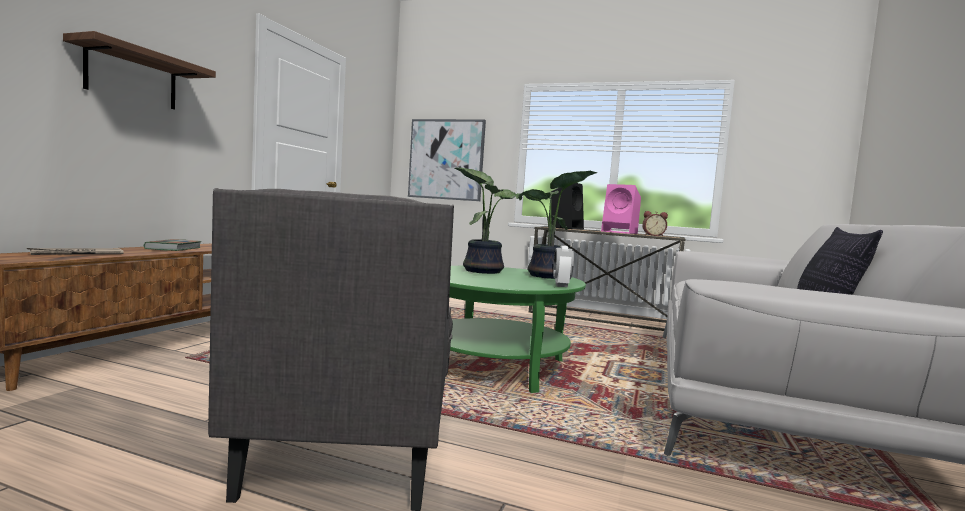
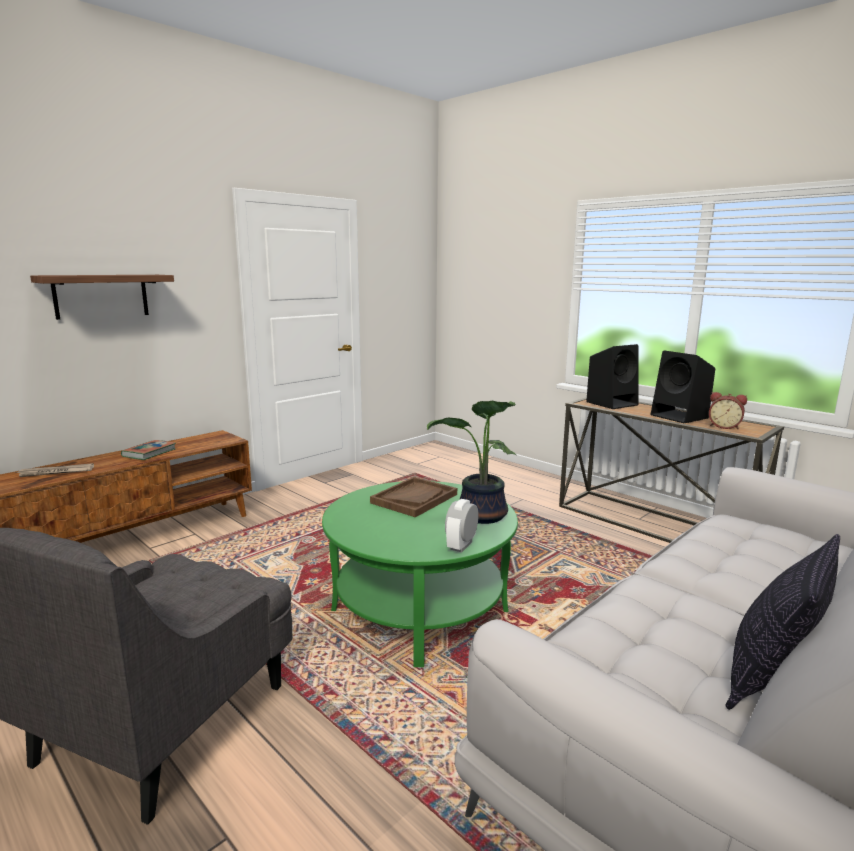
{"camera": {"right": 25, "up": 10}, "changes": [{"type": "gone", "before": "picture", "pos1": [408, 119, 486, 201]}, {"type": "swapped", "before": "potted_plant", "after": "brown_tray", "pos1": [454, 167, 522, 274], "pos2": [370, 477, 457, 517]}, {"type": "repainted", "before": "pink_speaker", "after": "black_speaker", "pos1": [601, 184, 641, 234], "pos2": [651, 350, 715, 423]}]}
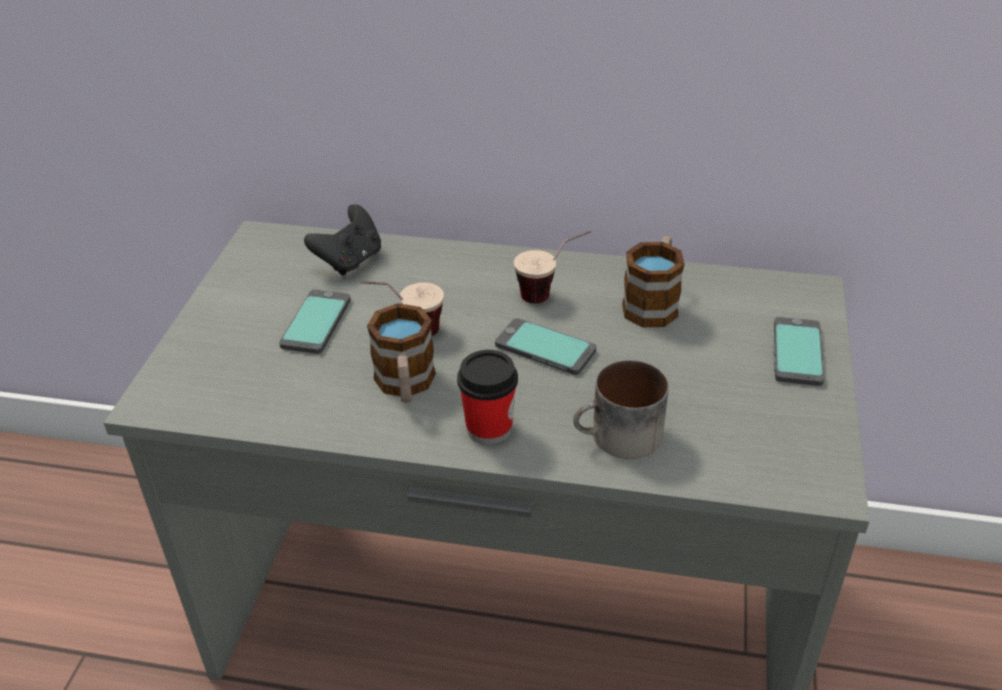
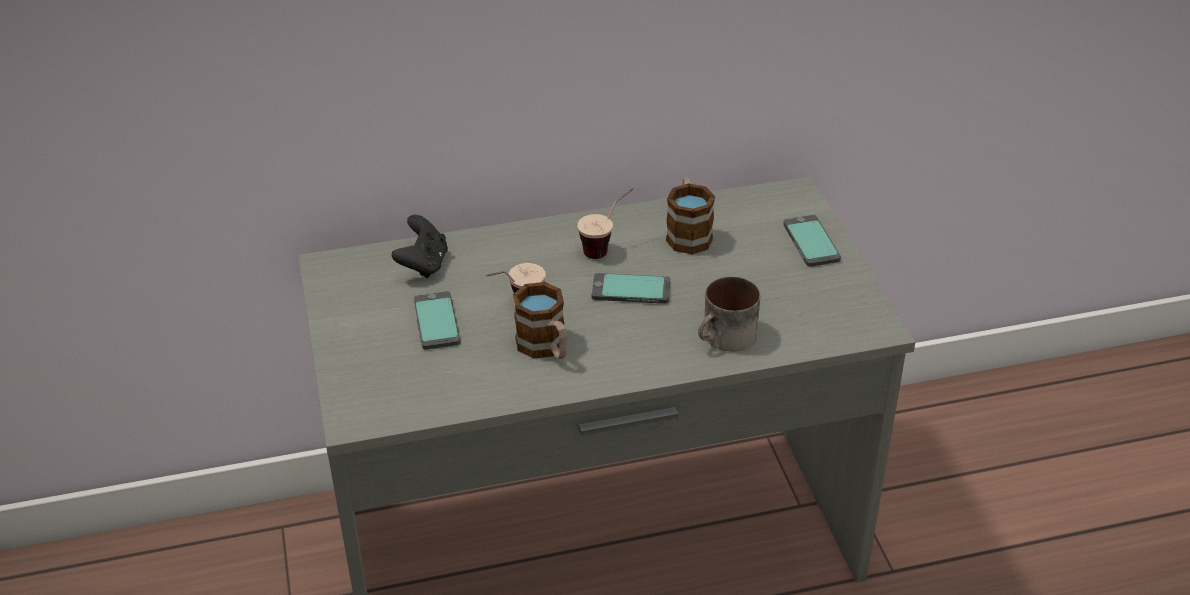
{"camera": {"right": -25, "up": 0}, "changes": [{"type": "gone", "before": "cup", "pos1": [457, 350, 518, 445]}]}
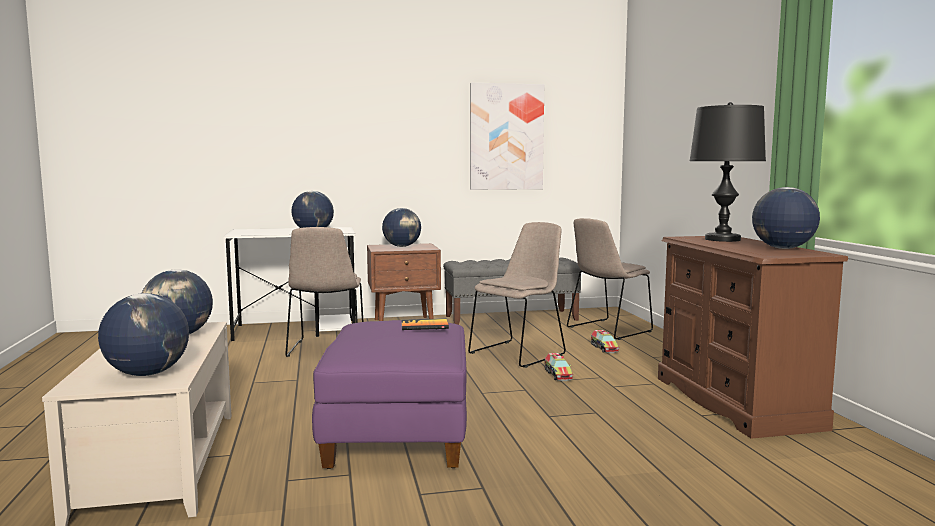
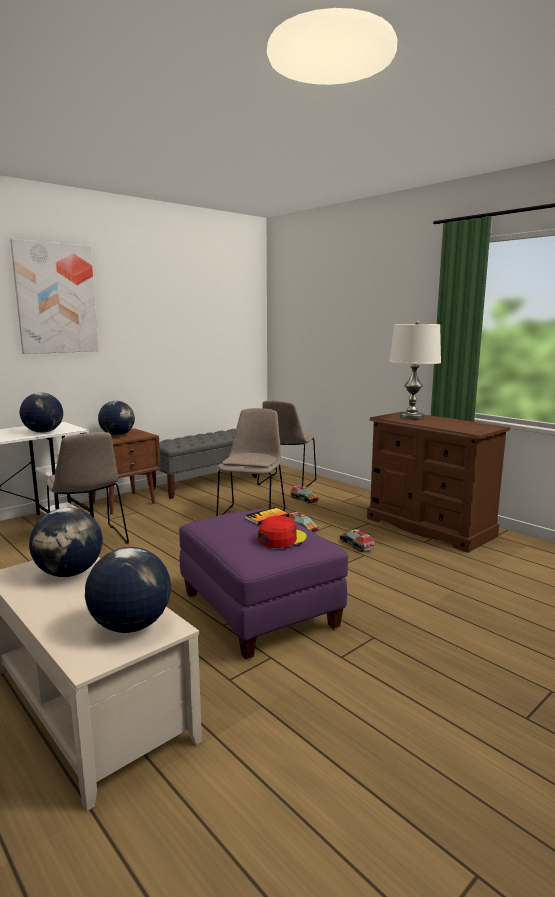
{"camera": {"right": -30, "up": 5}, "changes": [{"type": "shifted", "before": "picture", "pos1": [470, 83, 544, 190], "pos2": [10, 239, 99, 354]}, {"type": "repainted", "before": "black_table_lamp", "after": "white_table_lamp", "pos1": [690, 102, 766, 242], "pos2": [389, 321, 441, 419]}, {"type": "gone", "before": "globe", "pos1": [752, 187, 820, 249]}, {"type": "new", "after": "red_cap", "pos2": [257, 516, 307, 548]}, {"type": "new", "after": "toy_truck", "pos2": [340, 529, 374, 552]}]}
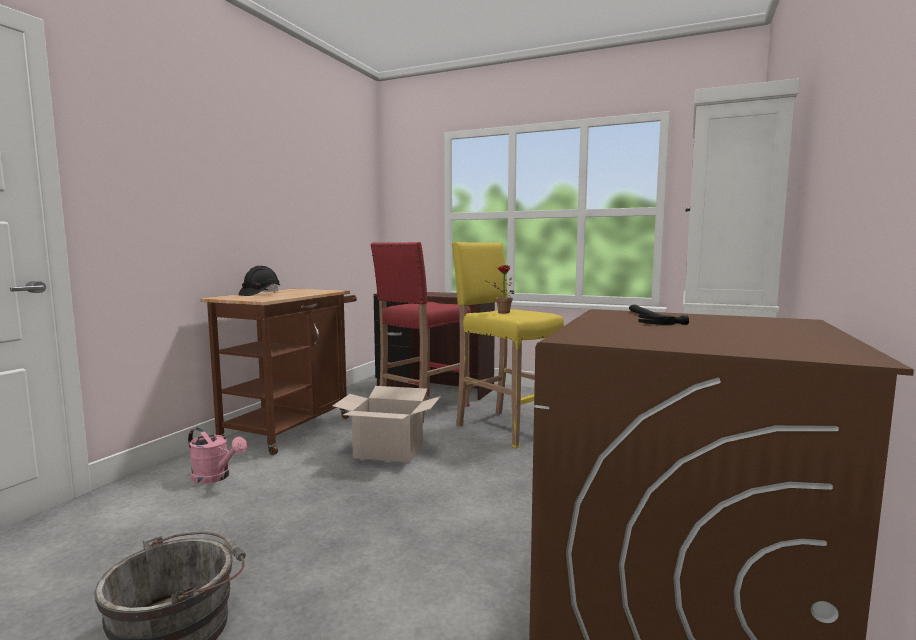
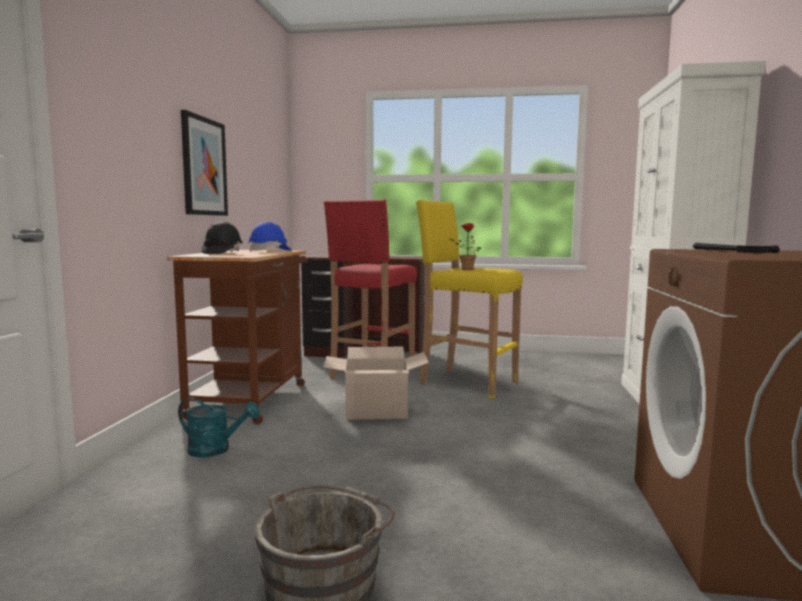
{"camera": {"right": -15, "up": 0}, "changes": [{"type": "repainted", "before": "pink_watering_can", "after": "turquoise_watering_can", "pos1": [188, 428, 247, 484], "pos2": [178, 397, 260, 458]}, {"type": "new", "after": "picture", "pos2": [181, 110, 228, 216]}, {"type": "new", "after": "blue_hard_hat", "pos2": [248, 222, 291, 251]}]}
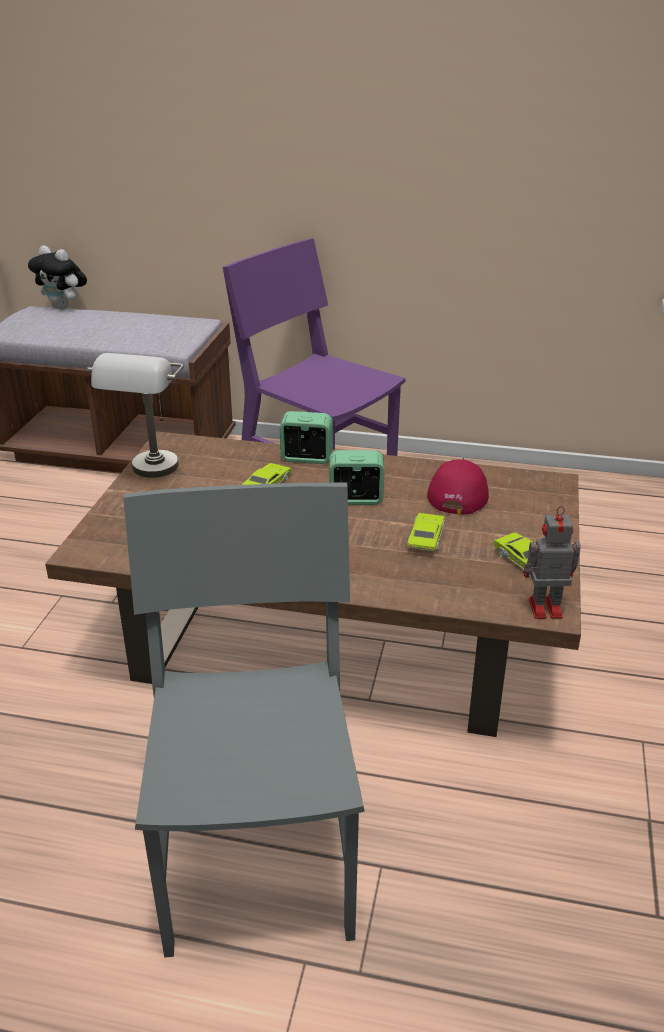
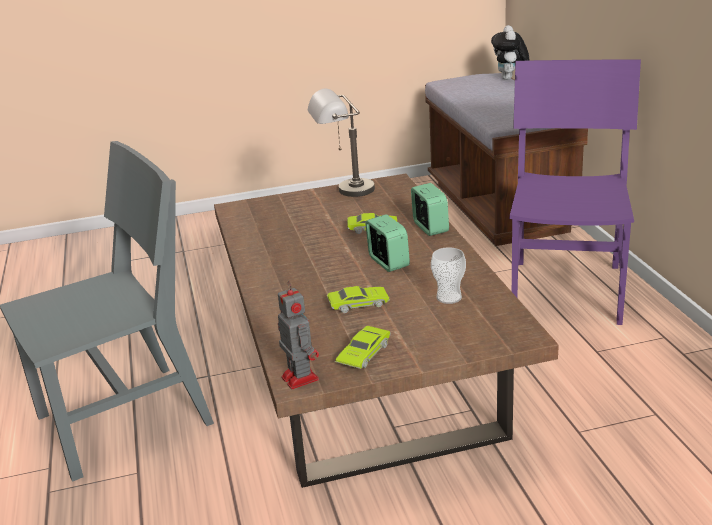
{"camera": {"right": 65, "up": -5}, "changes": [{"type": "swapped", "before": "red_cap", "after": "cup", "pos1": [427, 459, 489, 515], "pos2": [431, 247, 466, 304]}]}
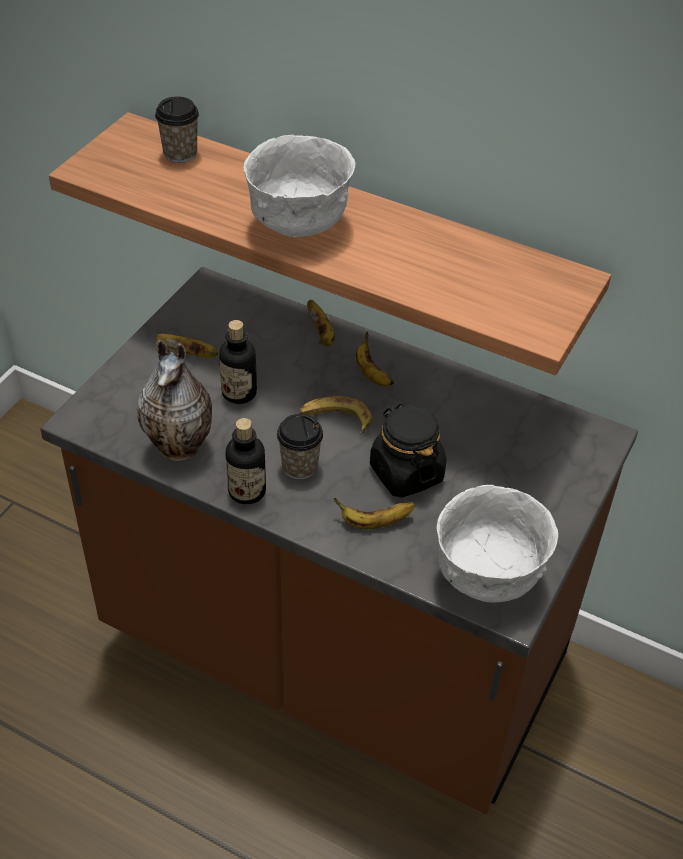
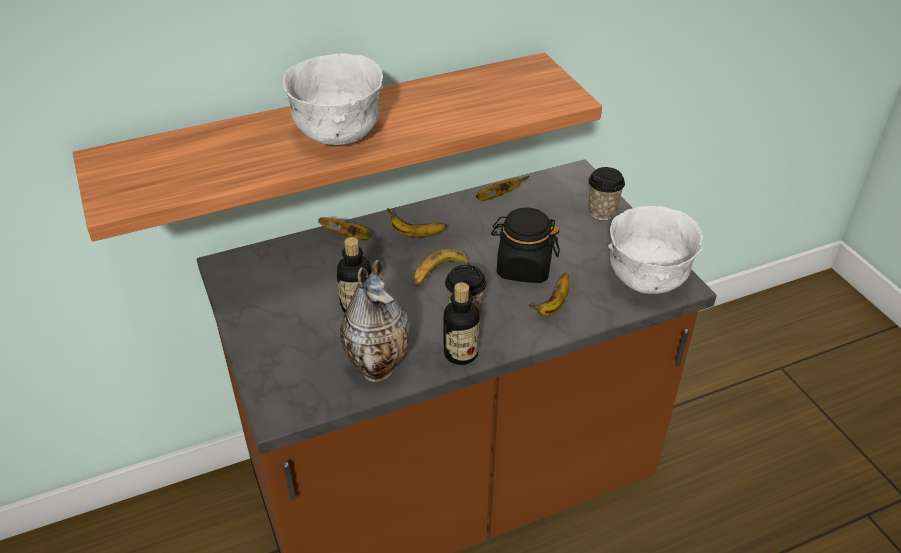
{"camera": {"right": -50, "up": -5}, "changes": [{"type": "shifted", "before": "cup", "pos1": [155, 96, 199, 163], "pos2": [588, 167, 625, 220]}, {"type": "shifted", "before": "banana", "pos1": [155, 334, 218, 358], "pos2": [476, 176, 529, 201]}]}
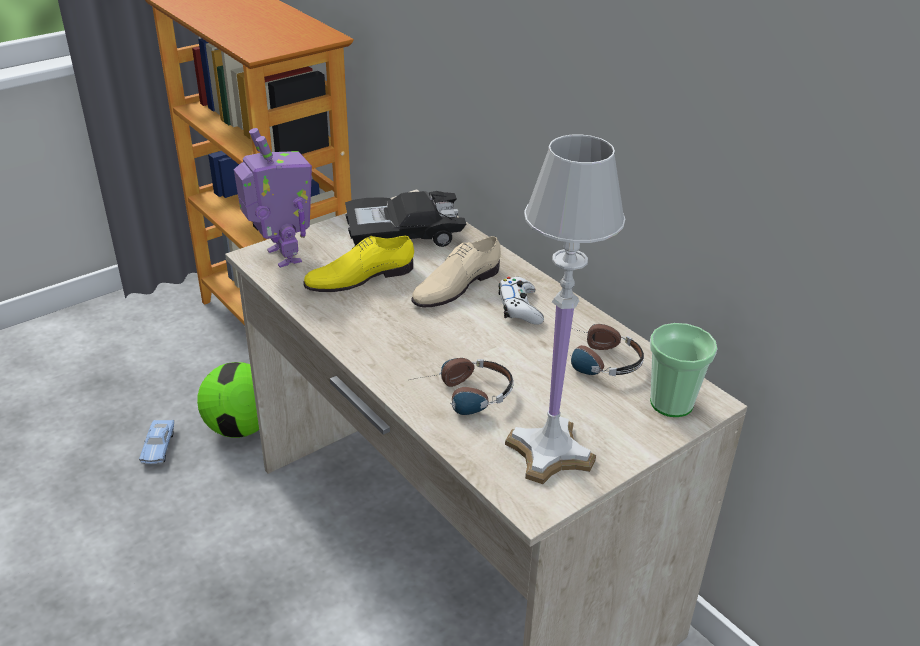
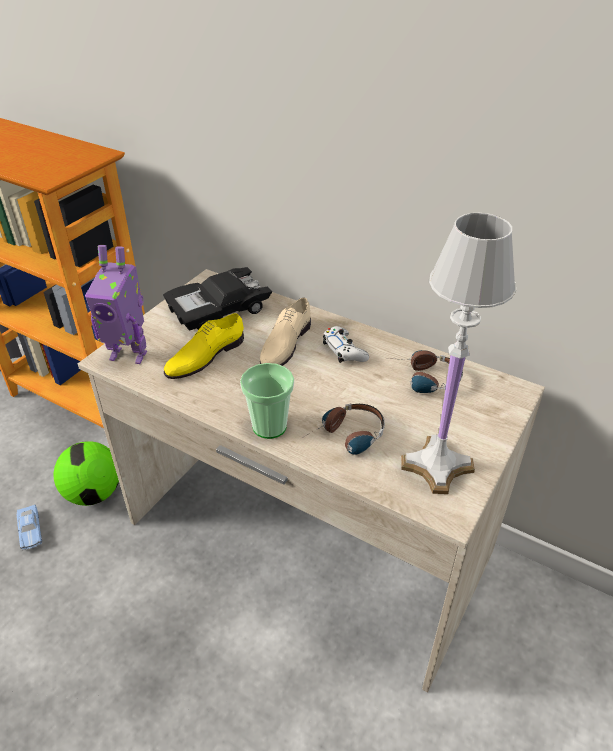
{"camera": {"right": -20, "up": 5}, "changes": [{"type": "rotated", "before": "toy_robot", "pos1": [234, 128, 312, 268], "pos2": [85, 245, 147, 364], "turn": 150}, {"type": "shifted", "before": "cup", "pos1": [650, 323, 718, 417], "pos2": [240, 363, 294, 439]}]}
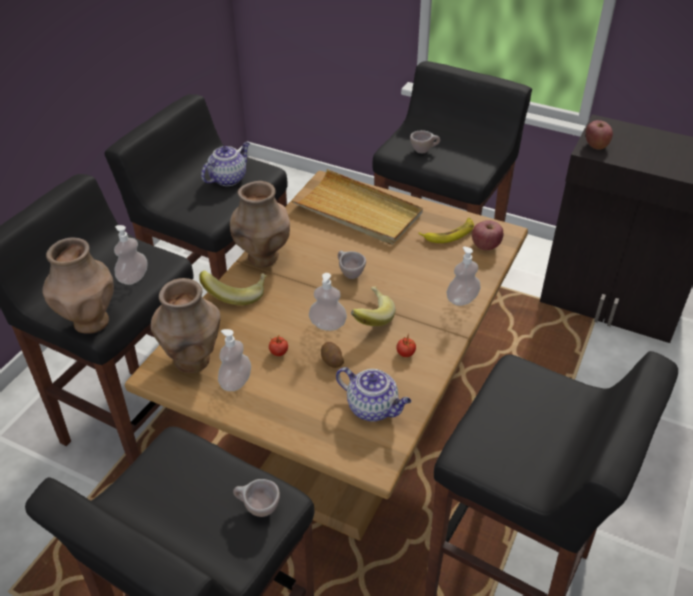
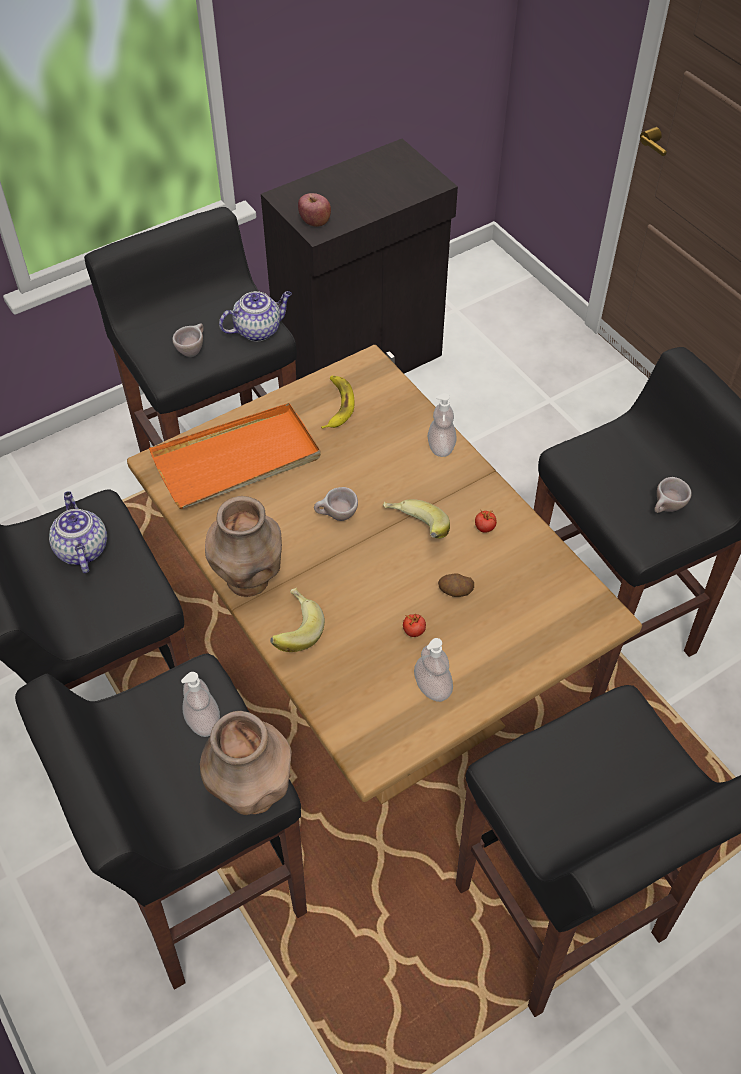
{"camera": {"right": -60, "up": 10}, "changes": [{"type": "repainted", "before": "beige_tray", "after": "orange_tray", "pos1": [291, 169, 423, 245], "pos2": [149, 403, 321, 509]}, {"type": "gone", "before": "apple", "pos1": [472, 220, 503, 250]}, {"type": "gone", "before": "soap_dispenser", "pos1": [309, 273, 347, 331]}, {"type": "gone", "before": "brown_vase", "pos1": [151, 278, 221, 373]}, {"type": "shifted", "before": "teapot", "pos1": [336, 367, 411, 421], "pos2": [219, 291, 292, 341]}, {"type": "shifted", "before": "beige_cup", "pos1": [233, 479, 280, 517], "pos2": [654, 477, 692, 513]}]}
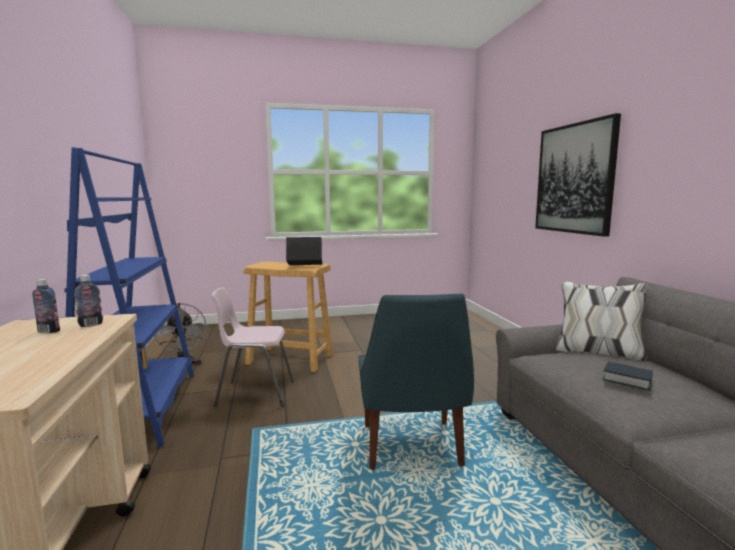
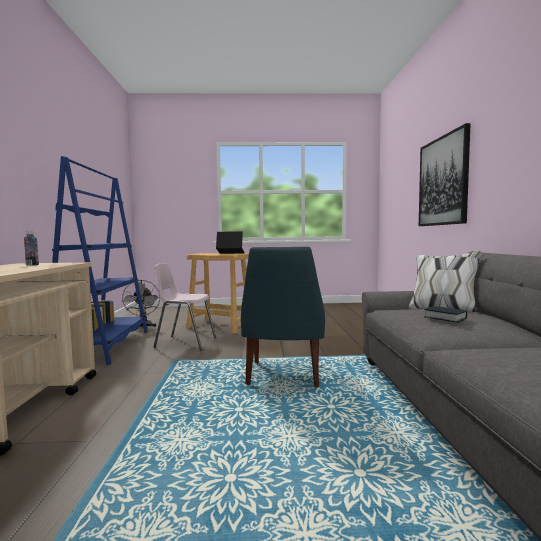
{"camera": {"right": 10, "up": -5}, "changes": [{"type": "gone", "before": "bottle", "pos1": [74, 275, 103, 327]}]}
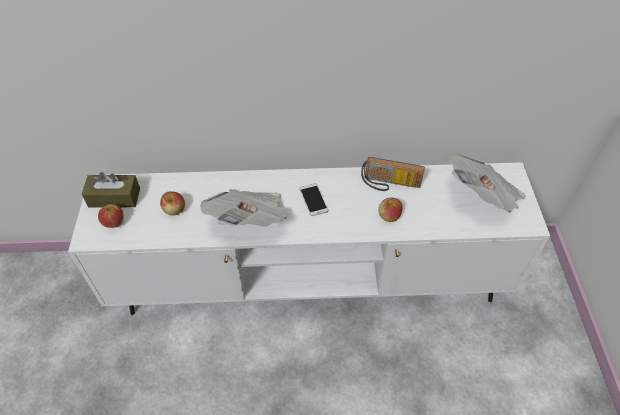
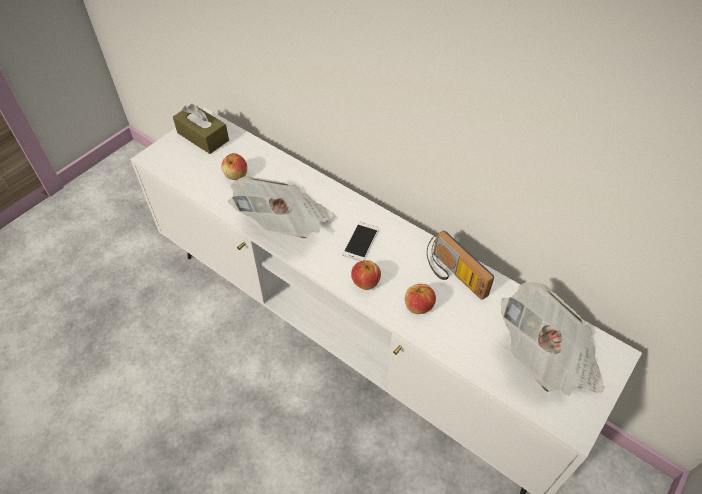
{"camera": {"right": 40, "up": 0}, "changes": [{"type": "shifted", "before": "apple", "pos1": [98, 204, 124, 228], "pos2": [351, 260, 381, 290]}]}
